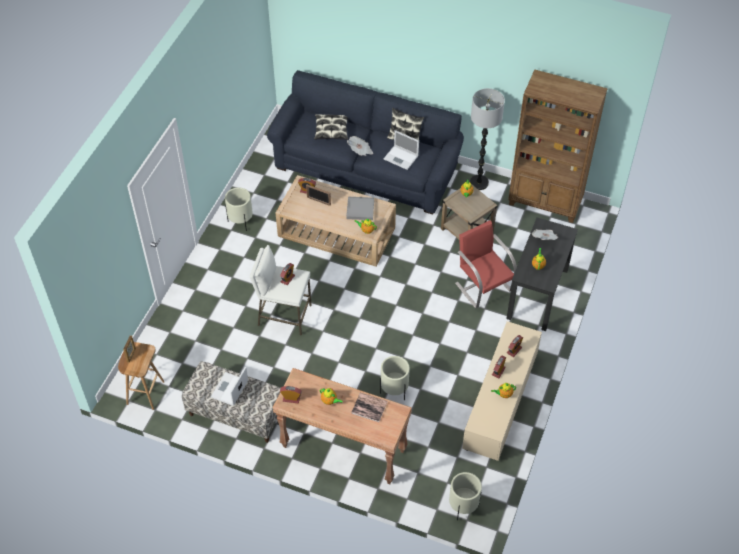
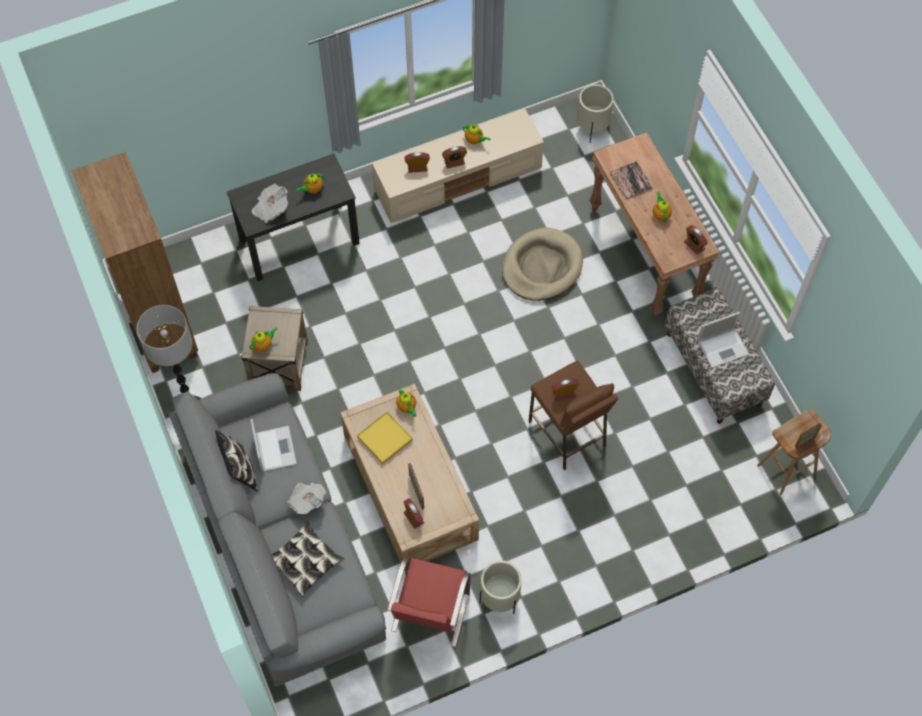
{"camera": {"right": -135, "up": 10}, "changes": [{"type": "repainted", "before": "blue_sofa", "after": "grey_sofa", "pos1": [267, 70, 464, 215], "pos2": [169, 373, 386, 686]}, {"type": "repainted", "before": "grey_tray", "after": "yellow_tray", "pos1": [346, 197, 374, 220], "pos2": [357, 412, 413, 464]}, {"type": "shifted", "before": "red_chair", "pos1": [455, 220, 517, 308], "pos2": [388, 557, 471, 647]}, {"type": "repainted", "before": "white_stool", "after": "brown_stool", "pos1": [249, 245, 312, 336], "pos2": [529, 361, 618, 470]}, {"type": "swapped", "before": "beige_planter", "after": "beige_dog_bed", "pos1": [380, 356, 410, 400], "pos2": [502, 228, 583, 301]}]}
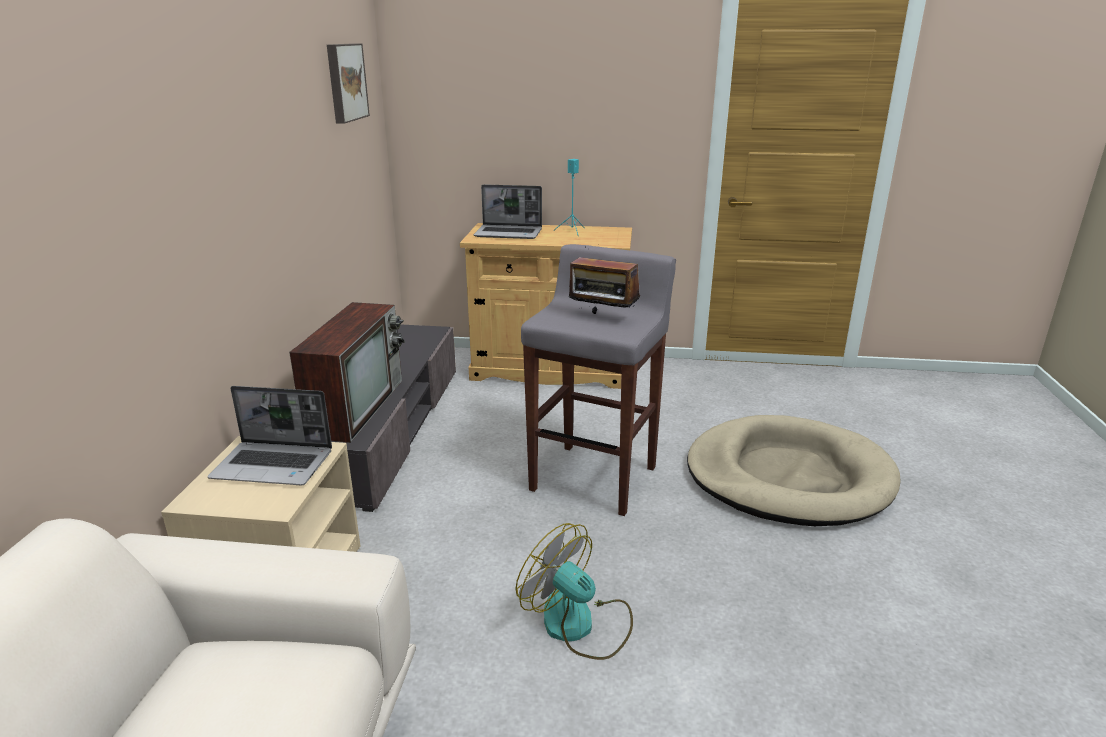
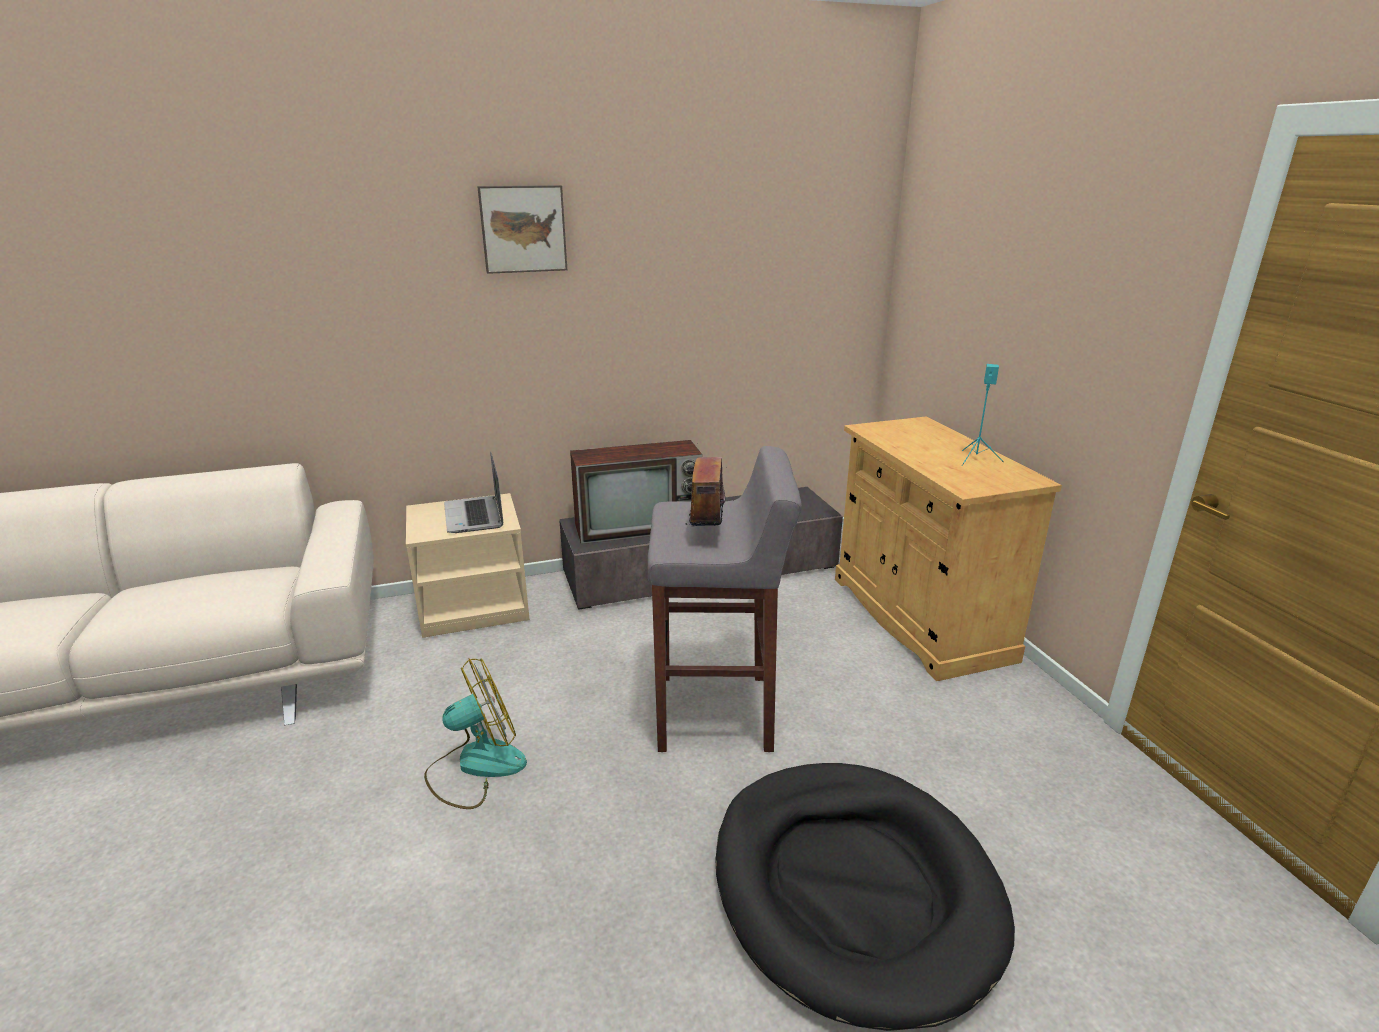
{"camera": {"right": 65, "up": 0}, "changes": [{"type": "shifted", "before": "picture", "pos1": [327, 43, 370, 124], "pos2": [477, 185, 567, 274]}, {"type": "gone", "before": "laptop", "pos1": [474, 184, 542, 239]}, {"type": "repainted", "before": "beige_dog_bed", "after": "black_dog_bed", "pos1": [687, 415, 901, 526], "pos2": [715, 763, 1015, 1031]}, {"type": "rotated", "before": "fan", "pos1": [515, 523, 633, 660], "pos2": [424, 658, 527, 809], "turn": 45}]}
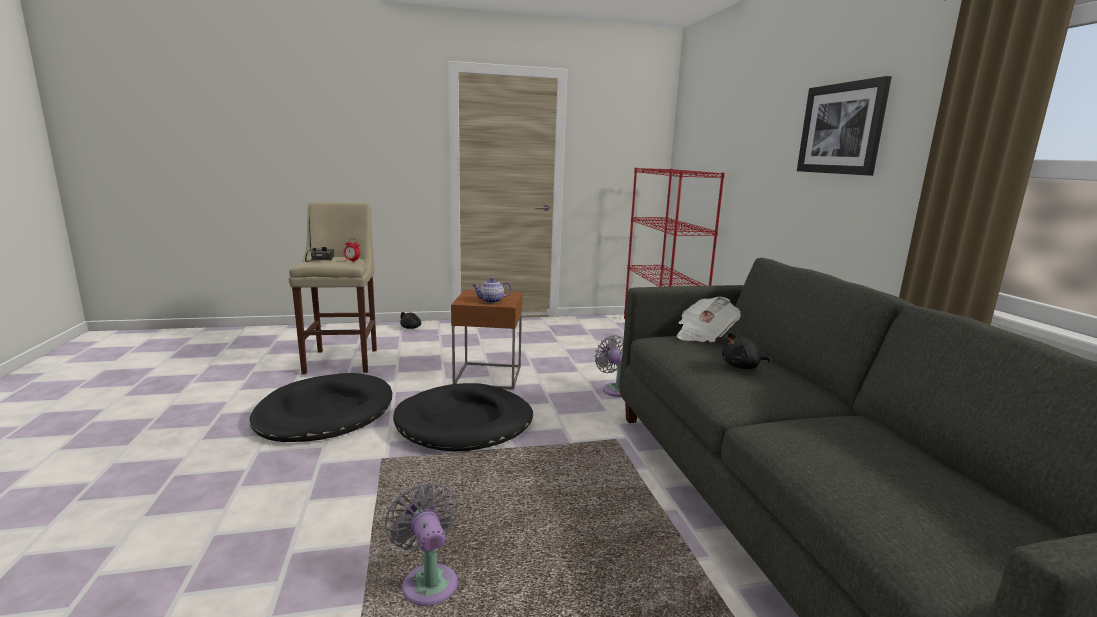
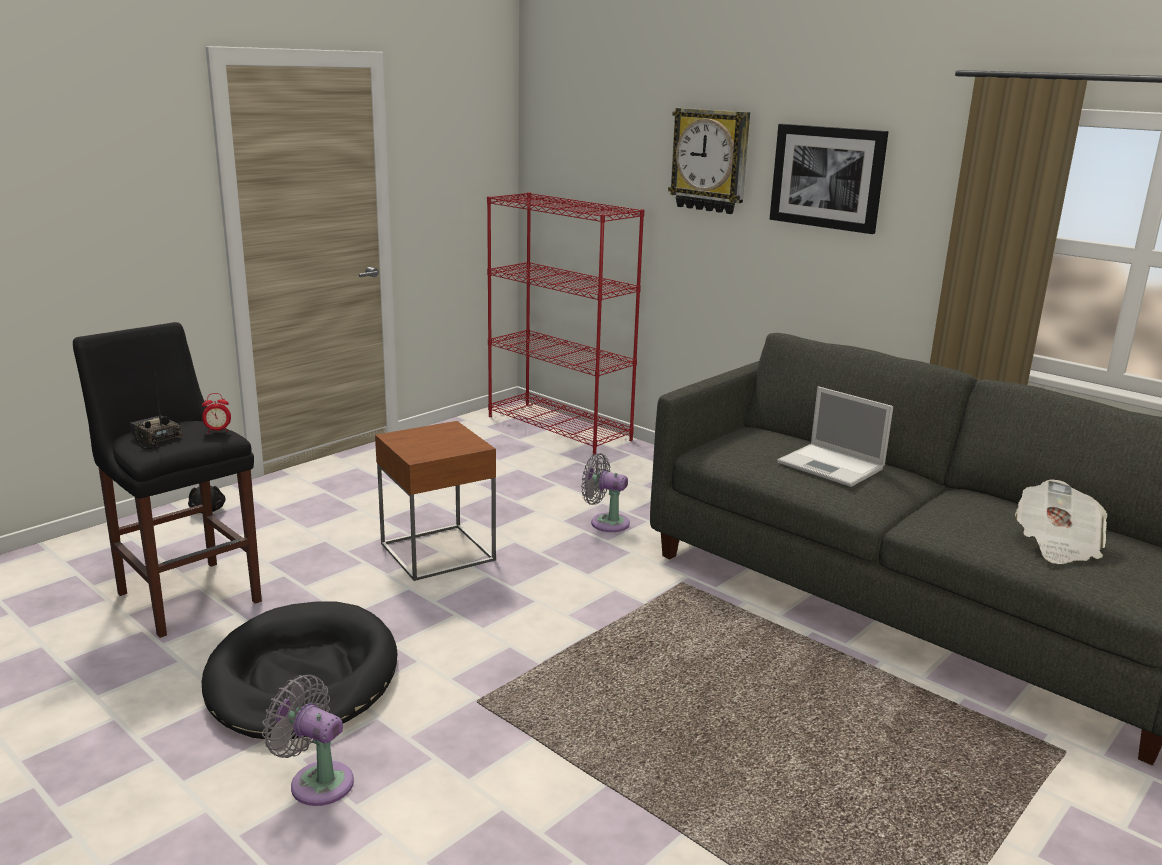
{"camera": {"right": -35, "up": 5}, "changes": [{"type": "repainted", "before": "beige_stool", "after": "black_stool", "pos1": [288, 202, 377, 374], "pos2": [73, 322, 262, 638]}, {"type": "gone", "before": "teapot", "pos1": [472, 278, 512, 303]}, {"type": "shifted", "before": "newspaper", "pos1": [677, 297, 741, 342], "pos2": [1015, 479, 1107, 564]}, {"type": "swapped", "before": "black_plush_toy", "after": "laptop", "pos1": [722, 332, 770, 369], "pos2": [777, 386, 893, 487]}, {"type": "gone", "before": "black_dog_bed", "pos1": [393, 383, 533, 452]}, {"type": "shifted", "before": "grey_fan", "pos1": [385, 482, 458, 606], "pos2": [262, 675, 354, 806]}, {"type": "new", "after": "wall_clock", "pos2": [668, 108, 750, 214]}]}
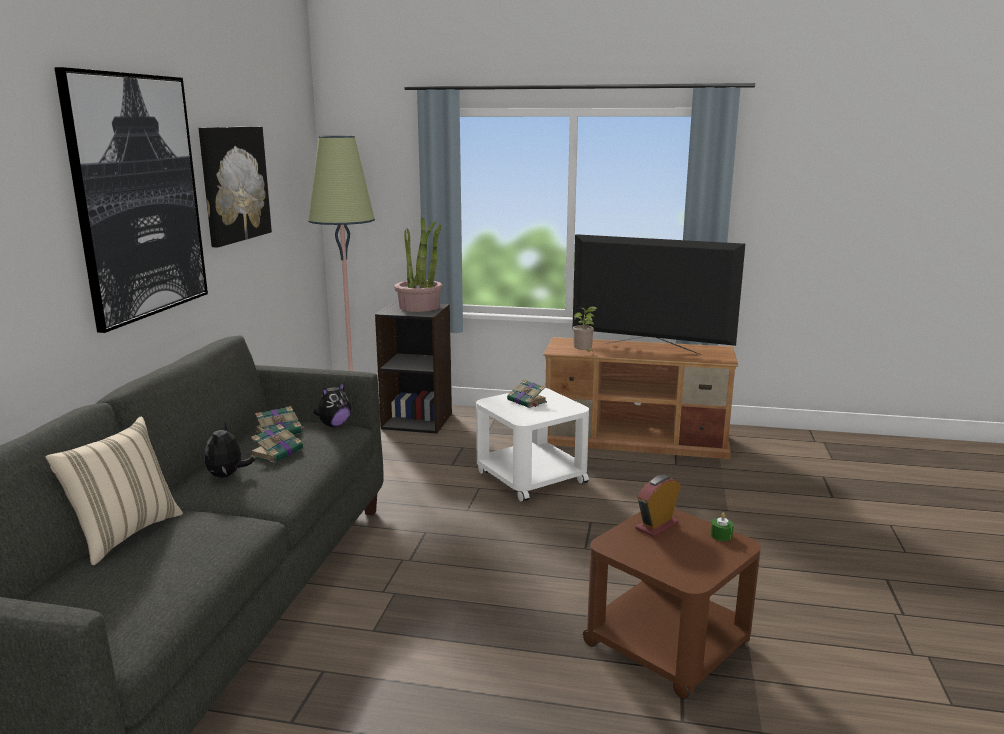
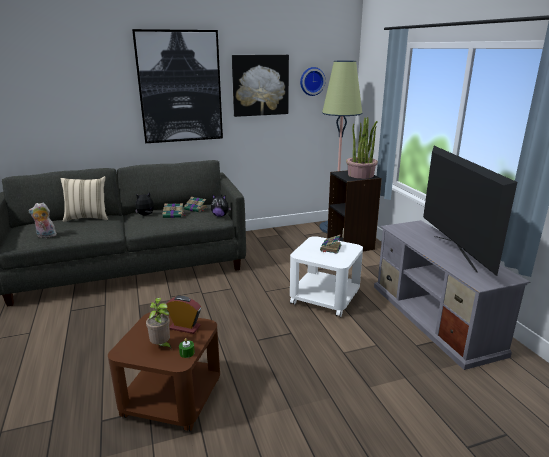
{"camera": {"right": 60, "up": 5}, "changes": [{"type": "shifted", "before": "potted_plant", "pos1": [573, 307, 597, 351], "pos2": [146, 298, 172, 350]}, {"type": "repainted", "before": "brown_tv_stand", "after": "grey_tv_stand", "pos1": [543, 337, 738, 459], "pos2": [374, 220, 530, 370]}, {"type": "new", "after": "wall_clock", "pos2": [300, 67, 326, 96]}, {"type": "new", "after": "plush_toy", "pos2": [28, 202, 57, 238]}]}
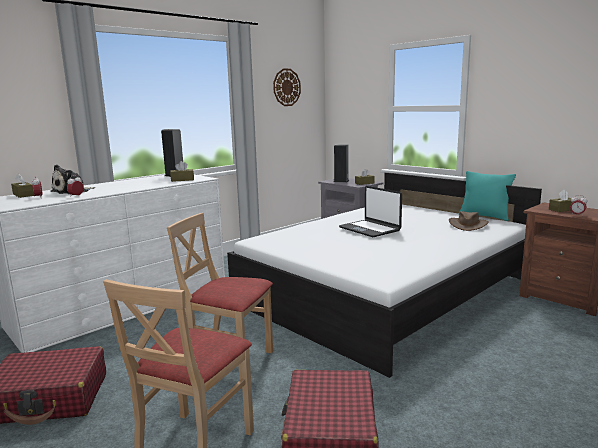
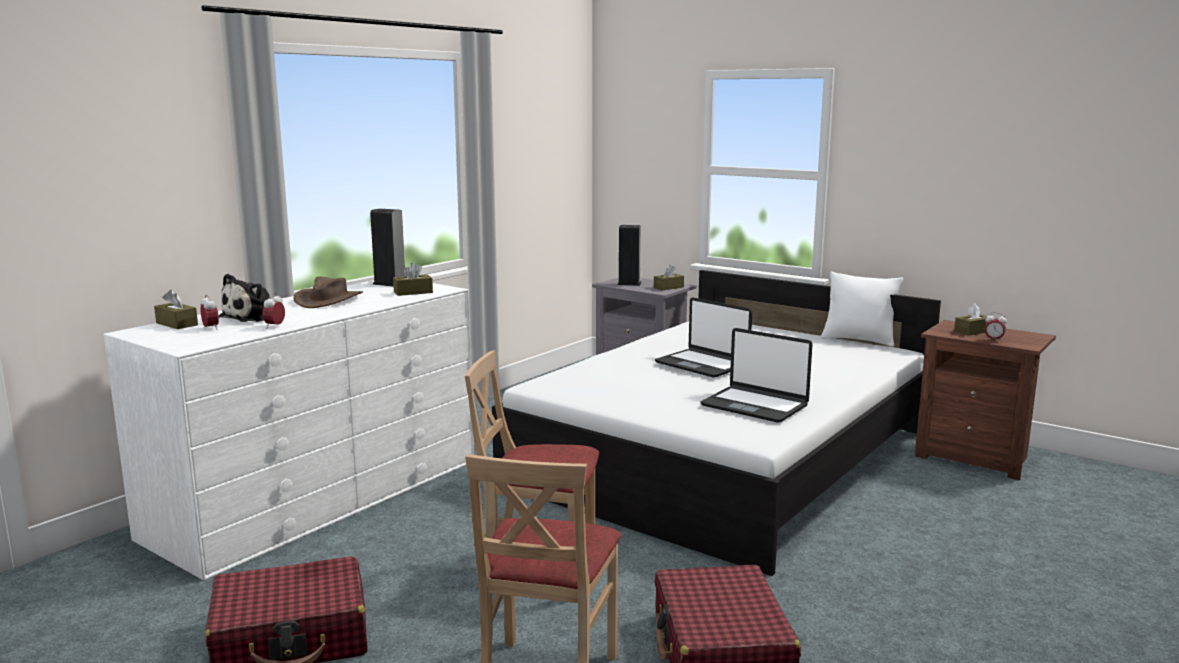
{"camera": {"right": -10, "up": 0}, "changes": [{"type": "gone", "before": "wall_clock", "pos1": [273, 68, 301, 106]}, {"type": "repainted", "before": "turquoise_pillow", "after": "white_pillow", "pos1": [459, 171, 516, 221], "pos2": [821, 272, 903, 347]}, {"type": "shifted", "before": "brown_hat", "pos1": [449, 211, 489, 231], "pos2": [294, 277, 363, 308]}, {"type": "new", "after": "laptop", "pos2": [700, 328, 813, 423]}]}
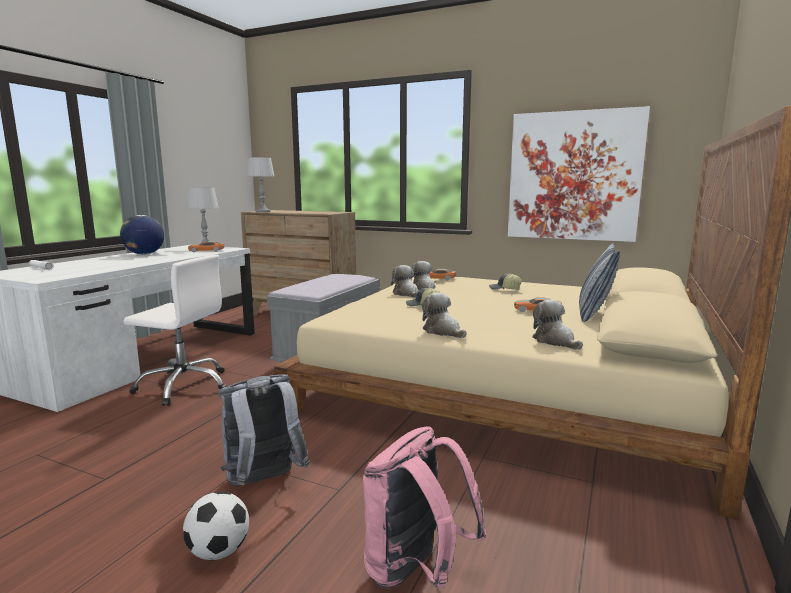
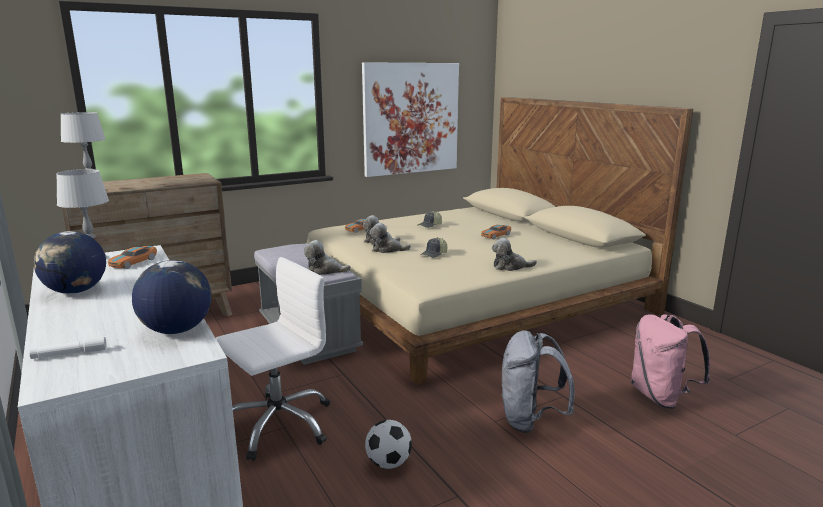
{"camera": {"right": -55, "up": 5}, "changes": [{"type": "gone", "before": "pillow", "pos1": [579, 243, 620, 322]}, {"type": "shifted", "before": "plush_toy", "pos1": [532, 299, 583, 350], "pos2": [304, 240, 351, 275]}, {"type": "shifted", "before": "football", "pos1": [183, 492, 249, 560], "pos2": [365, 420, 412, 469]}, {"type": "new", "after": "globe", "pos2": [132, 260, 212, 334]}]}
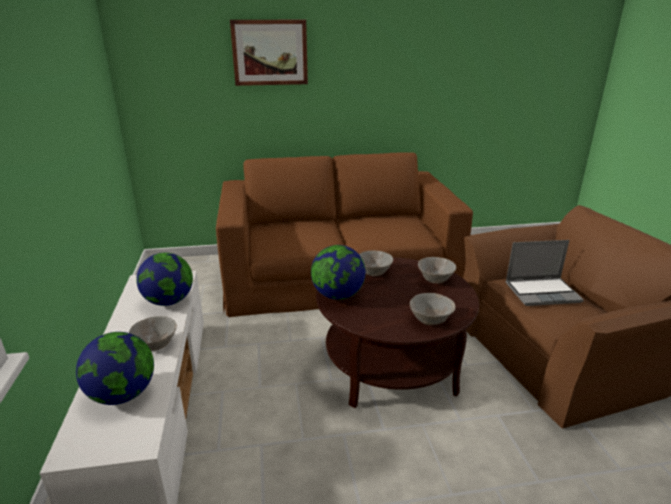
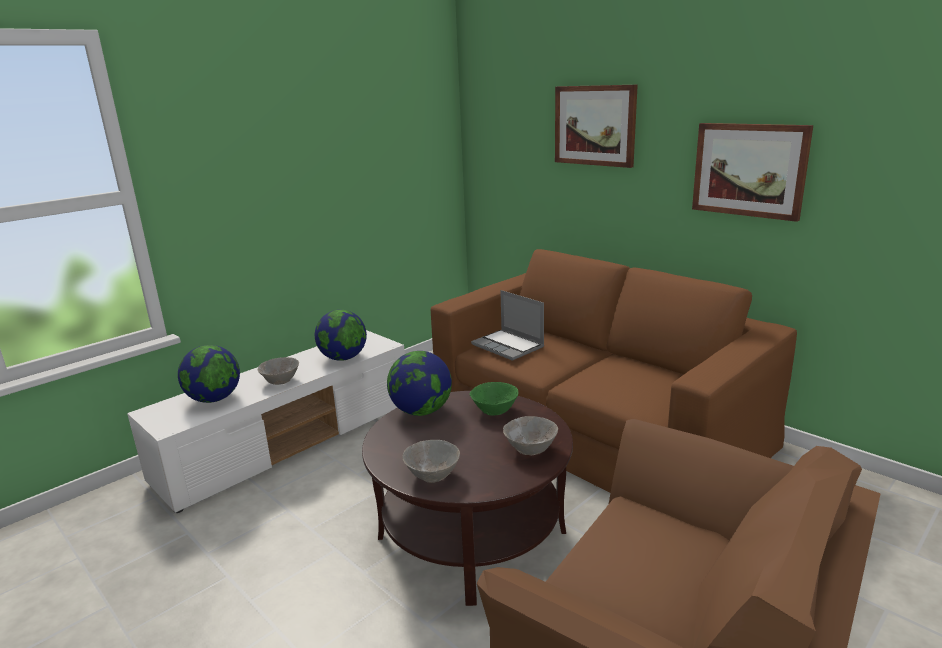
{"camera": {"right": 55, "up": -5}, "changes": [{"type": "shifted", "before": "laptop", "pos1": [505, 240, 584, 306], "pos2": [471, 290, 544, 361]}, {"type": "repainted", "before": "grey_bowl", "after": "green_bowl", "pos1": [359, 250, 393, 276], "pos2": [470, 382, 519, 416]}, {"type": "new", "after": "picture", "pos2": [692, 123, 813, 222]}]}
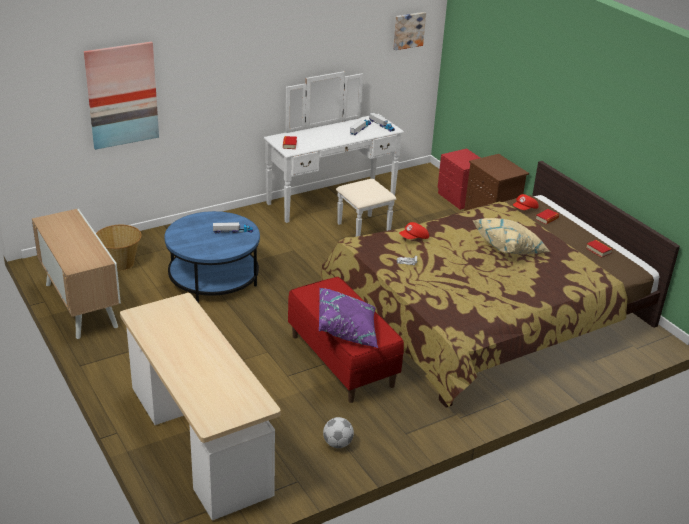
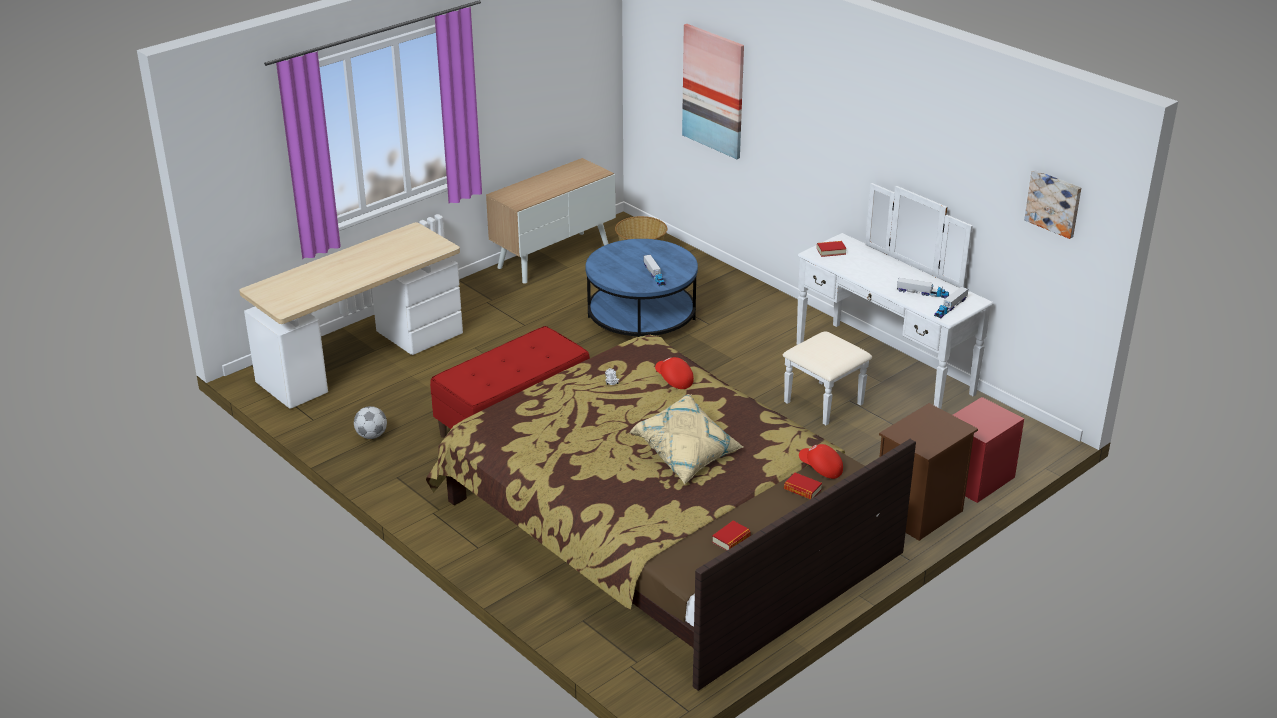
{"camera": {"right": 80, "up": 0}, "changes": [{"type": "gone", "before": "purple_pillow", "pos1": [319, 288, 378, 348]}]}
